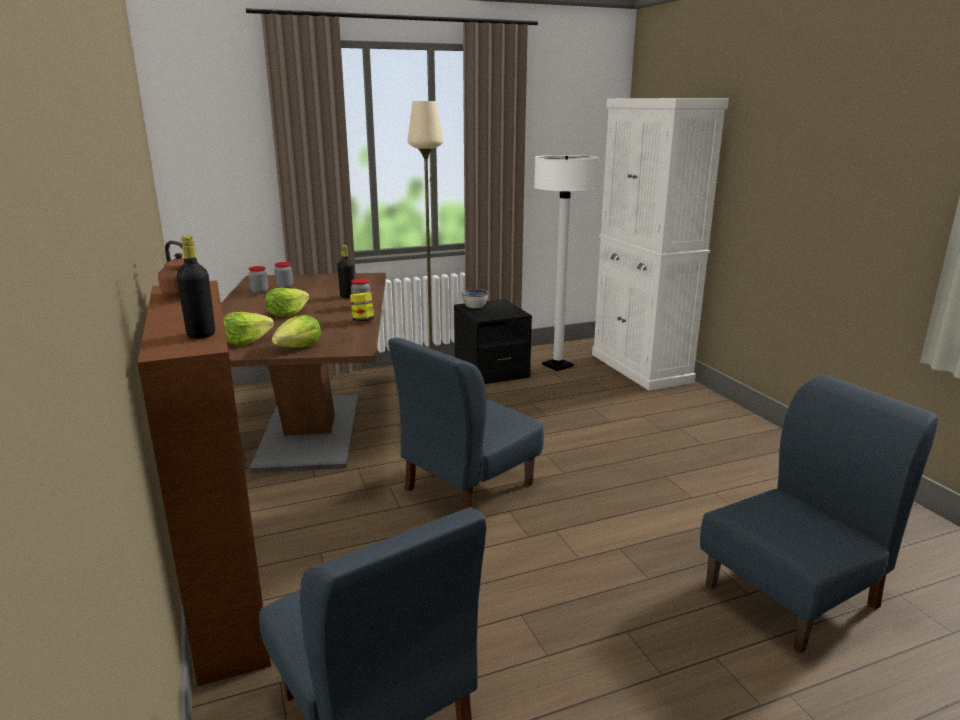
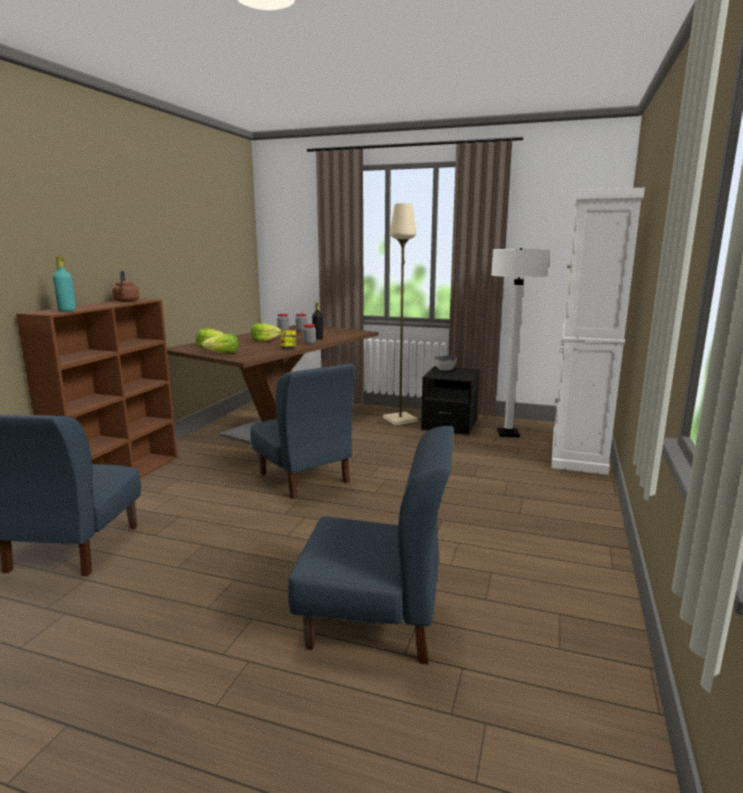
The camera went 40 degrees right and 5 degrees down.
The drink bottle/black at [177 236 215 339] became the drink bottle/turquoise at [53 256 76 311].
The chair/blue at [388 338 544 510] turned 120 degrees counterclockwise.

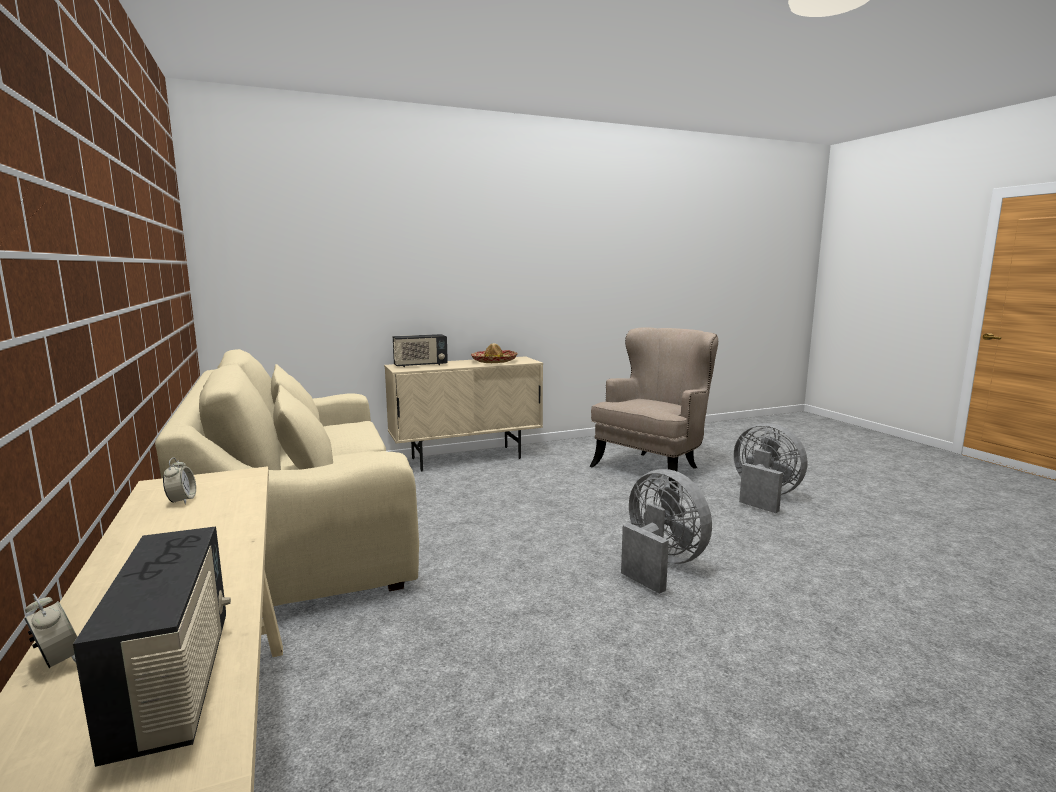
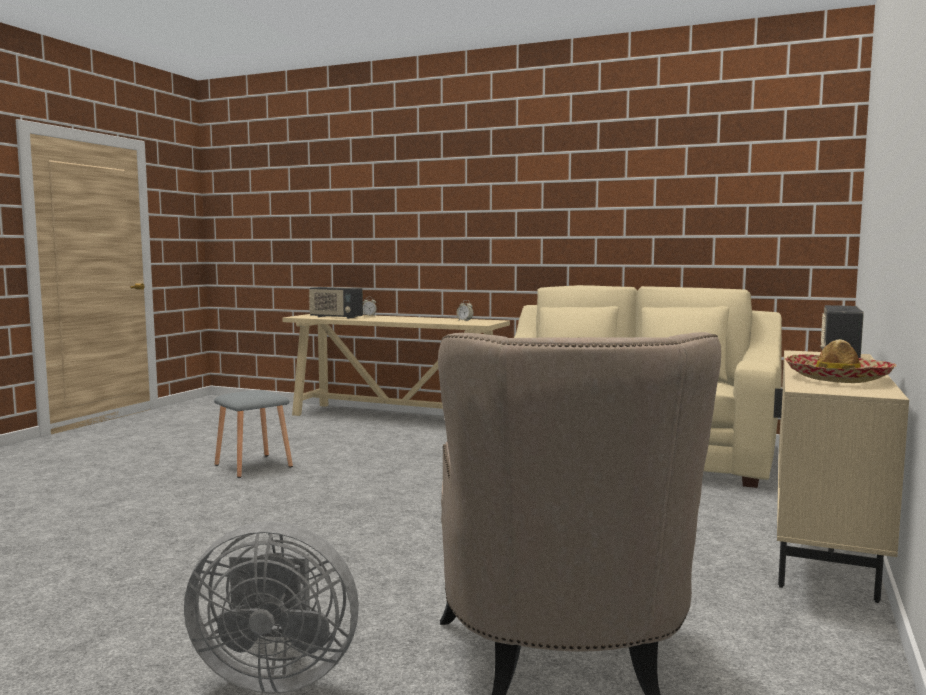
The camera went 135 degrees right and 5 degrees down.
The cooling fan/grey at [621 469 712 594] disappeared.
The stool seat/grey at [214 390 293 478] appeared.

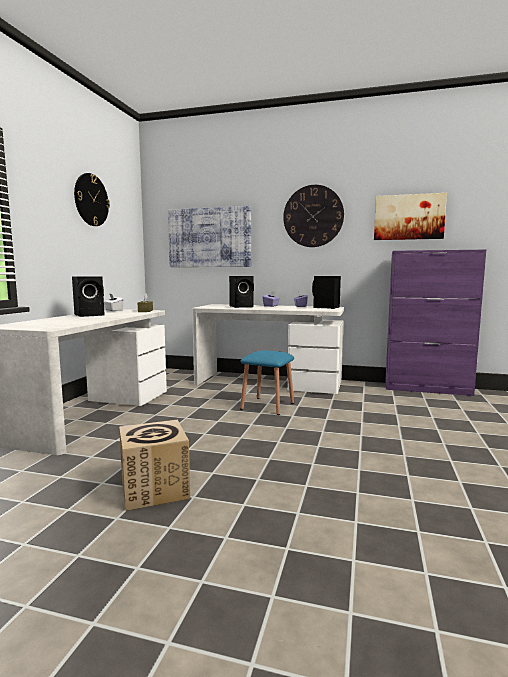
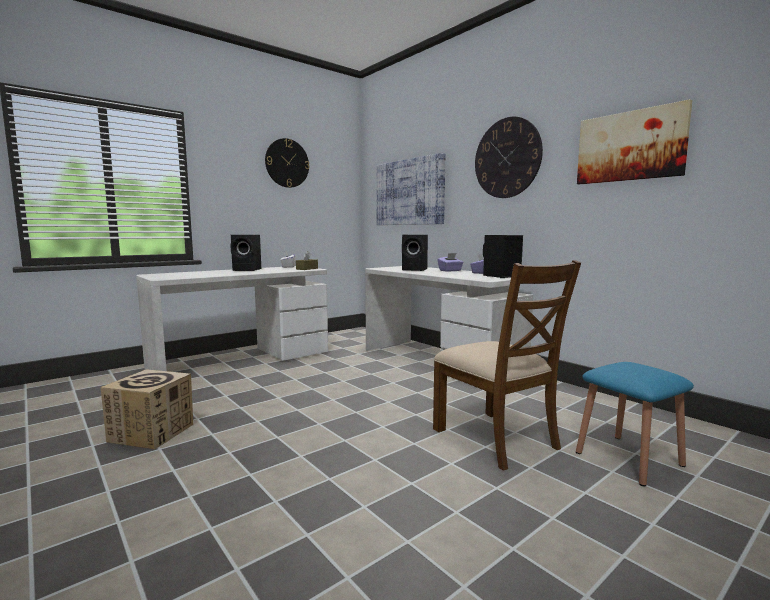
The camera went 35 degrees right and 0 degrees up.
The storage cabinet/purplish at [385 250 486 396] disappeared.
The chair/brown at [433 260 581 471] appeared.
The stool seat/blue moved from [240 350 294 415] to [576 362 694 486].

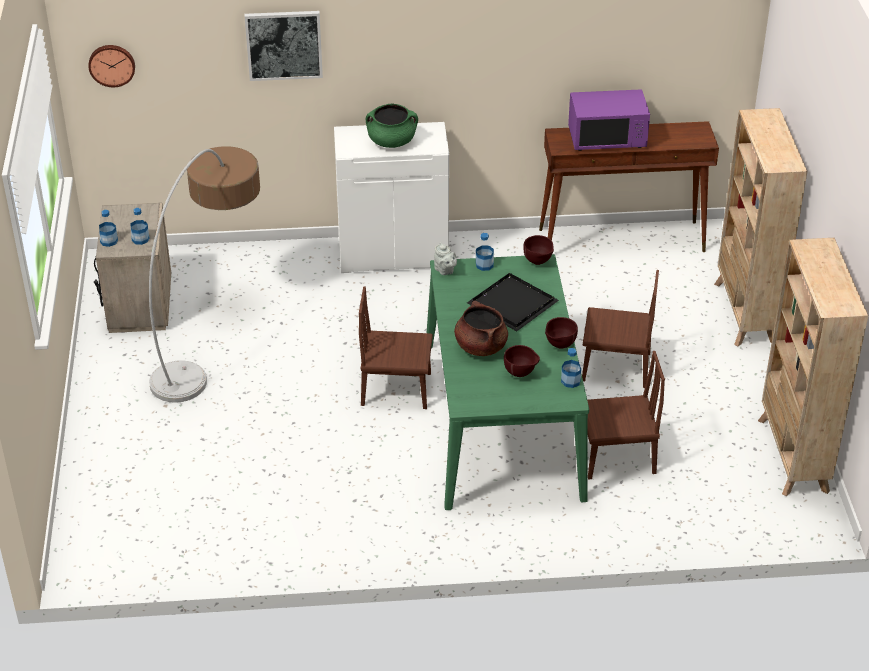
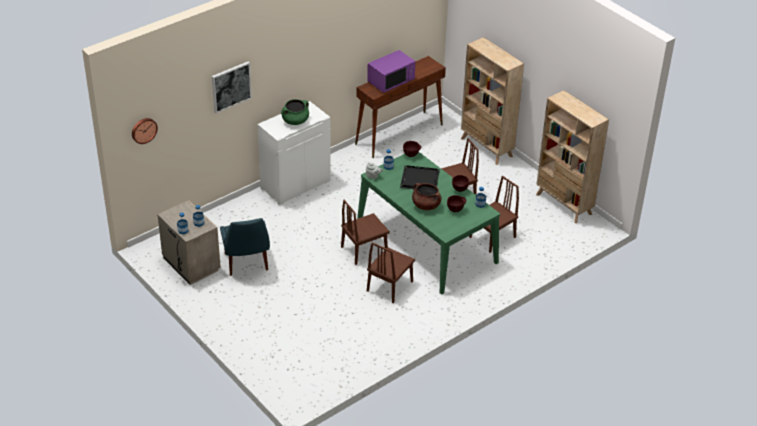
The camera went 35 degrees left and 0 degrees up.
The chair/brown at [367 242 415 303] appeared.
The standing lamp at [149 146 260 403] was replaced by the chair/blue at [220 218 270 276].

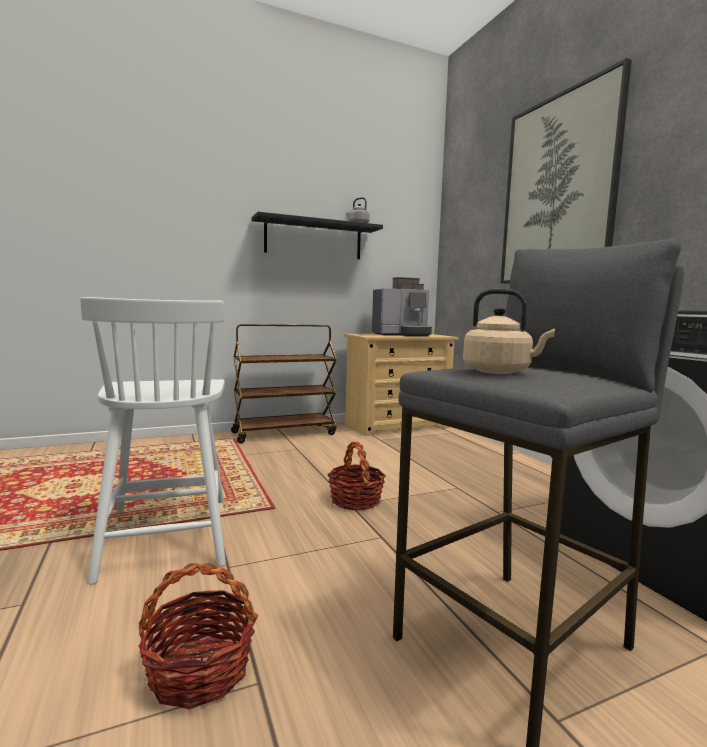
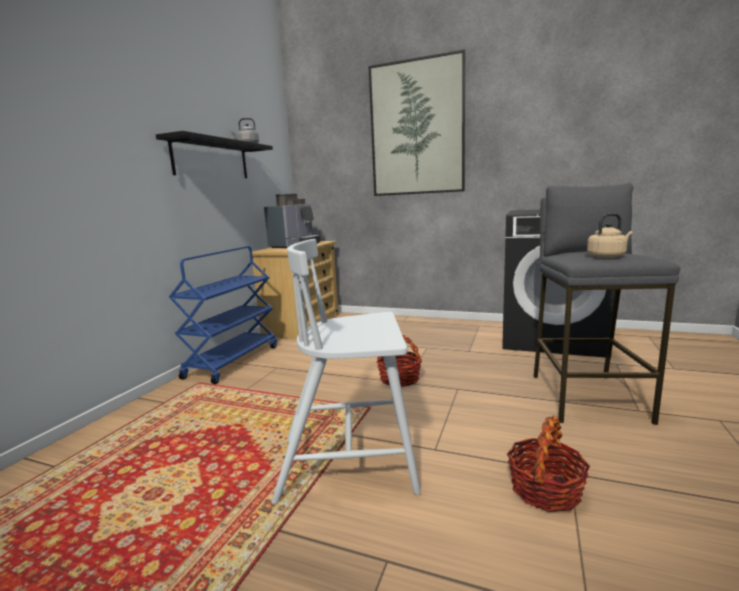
The camera went 45 degrees left and 5 degrees up.
The trolley/brown at [231 324 337 444] became the trolley/blue at [169 246 277 384].
The chair/whitish at [80 297 226 585] turned 150 degrees clockwise.

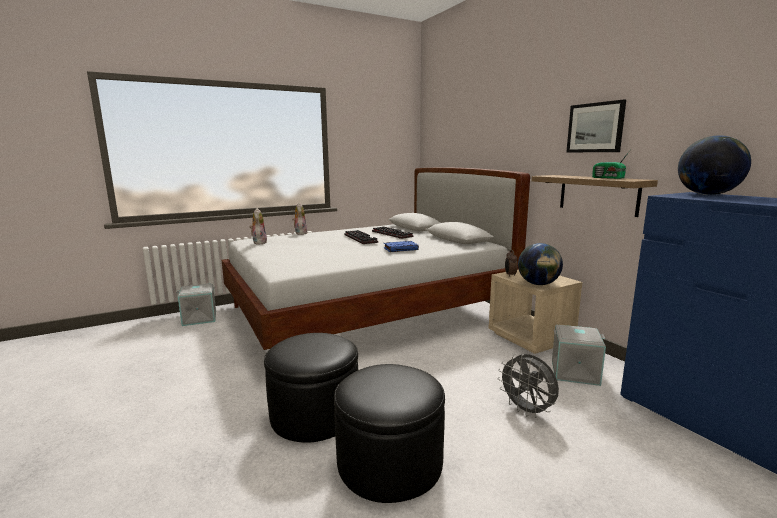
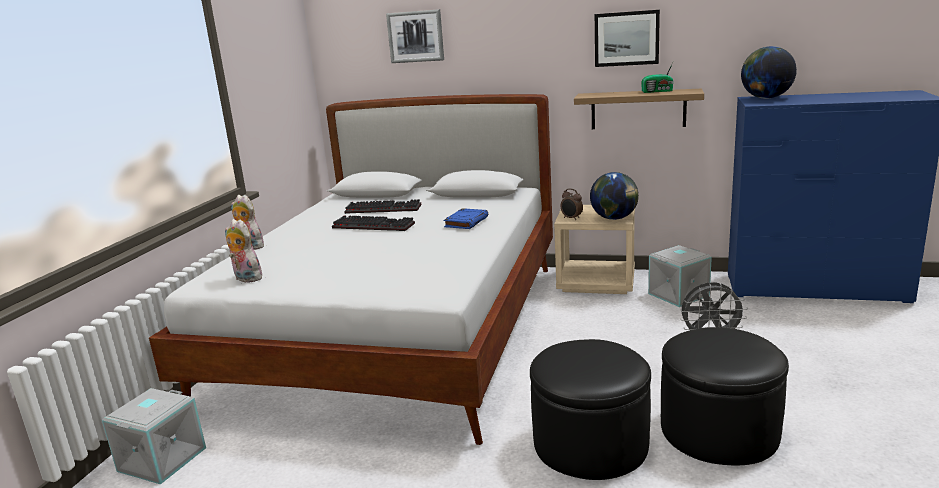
The camera went 45 degrees left and 5 degrees up.
The wall picture at [386 9 444 63] appeared.

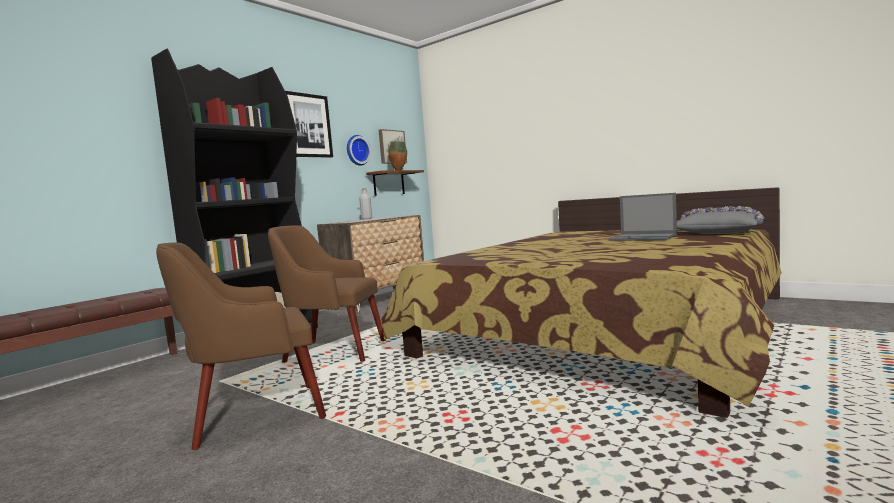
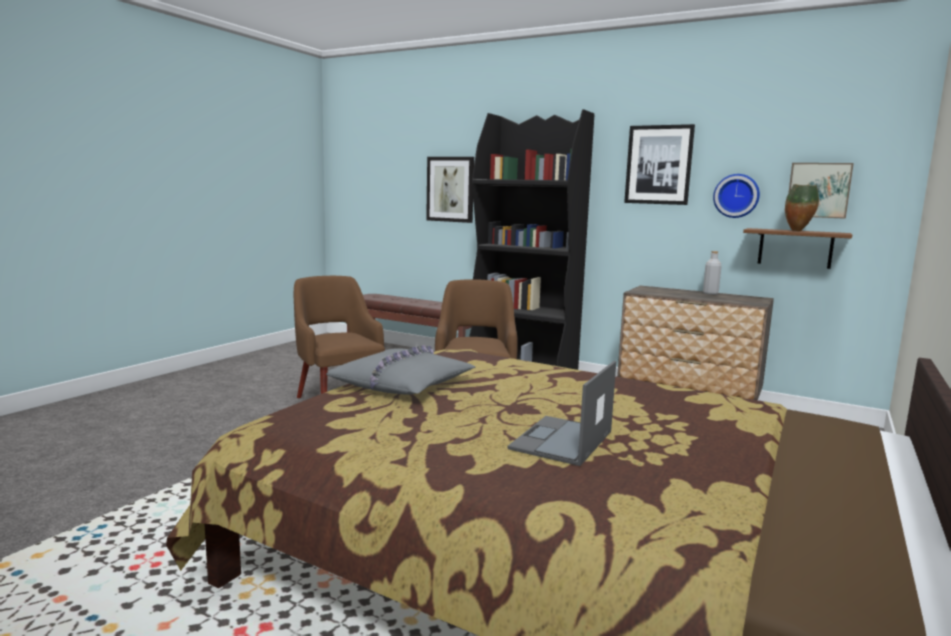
The camera went 80 degrees right and 5 degrees up.
The wall picture at [426 157 474 223] appeared.
The cushion/grey moved from [677 206 765 233] to [326 345 475 395].

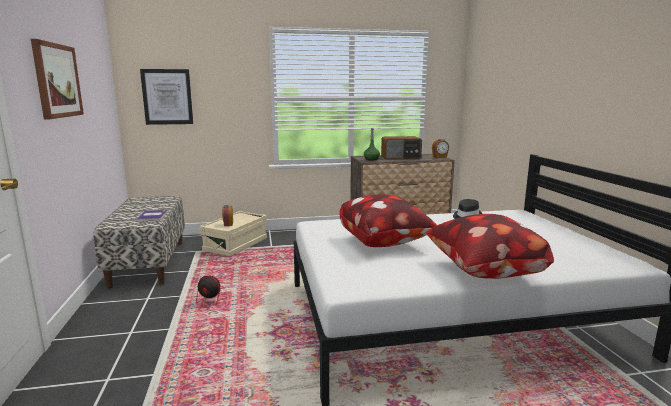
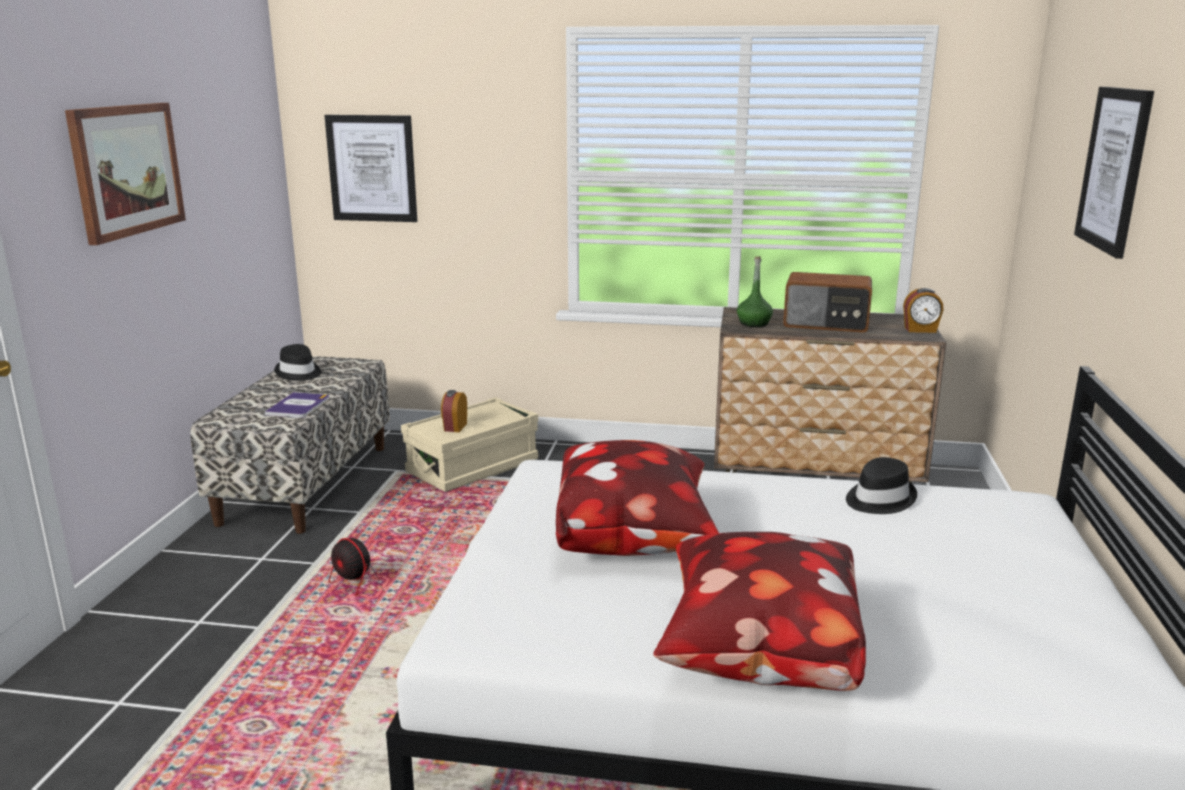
The camera went 20 degrees right and 5 degrees up.
The clothing hat/black at [274 344 322 381] appeared.
The wall picture at [1074 87 1154 259] appeared.

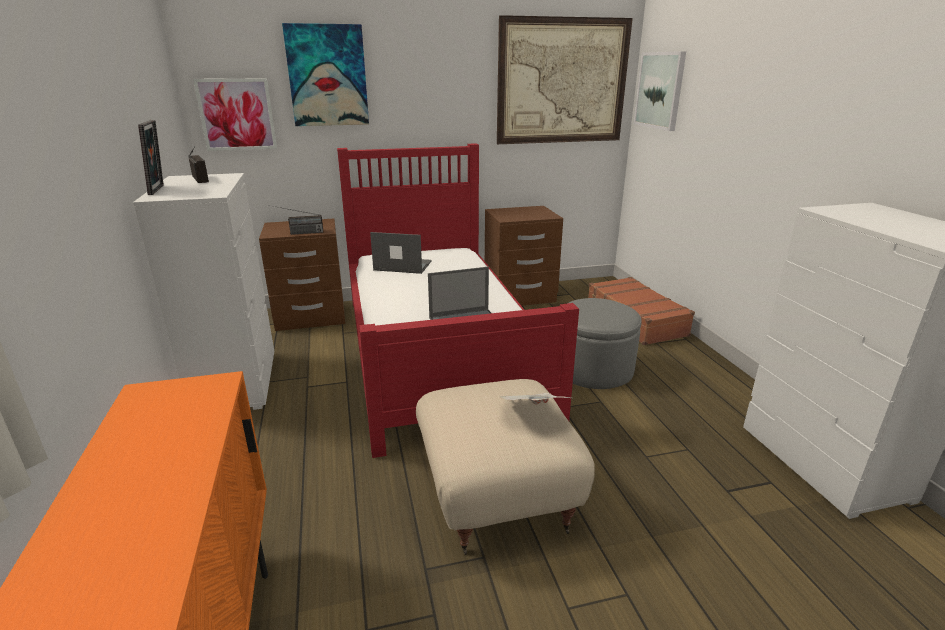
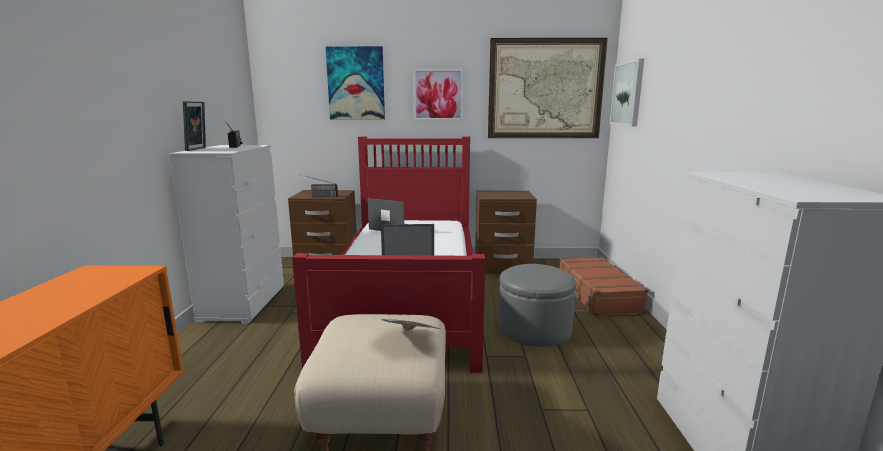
The camera went 15 degrees right and 10 degrees down.
The wall picture moved from [193 78 277 151] to [413 69 464 120].

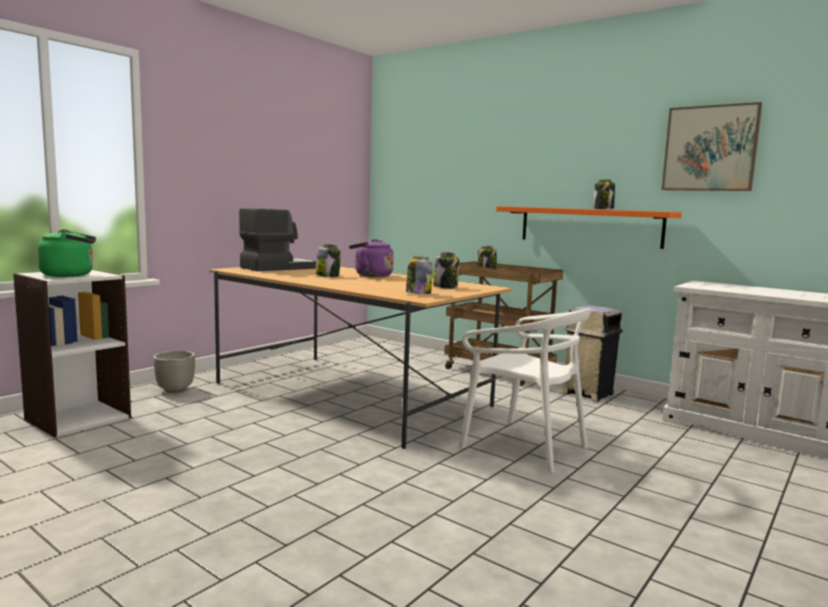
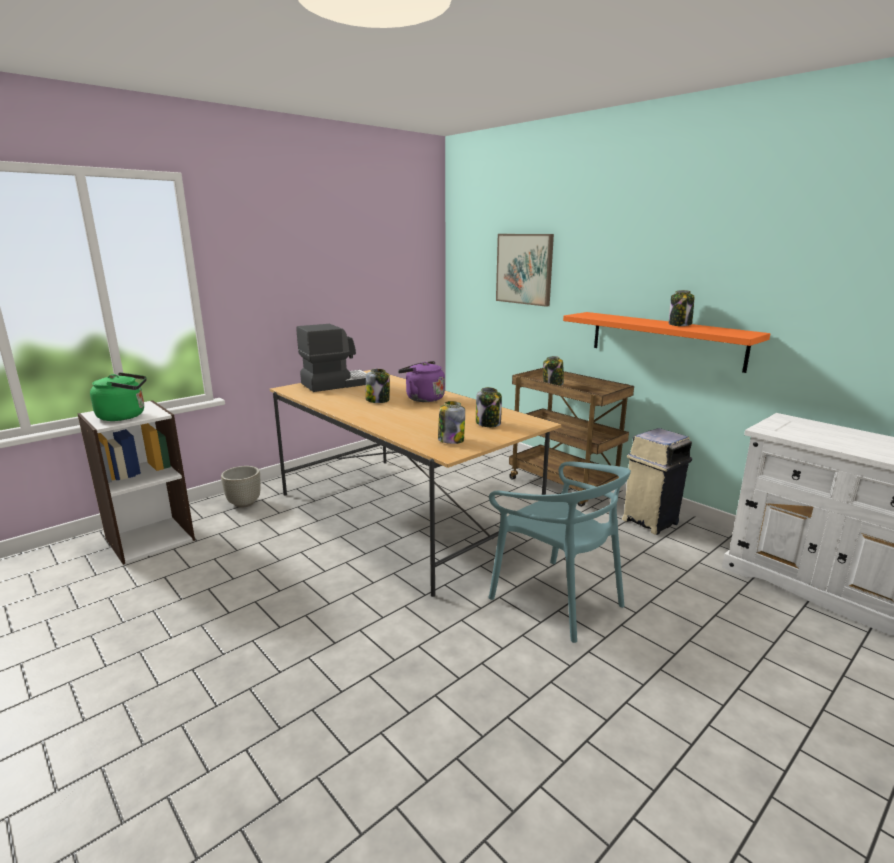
The camera went 10 degrees right and 10 degrees up.
The wall picture moved from [662 102 762 191] to [496 234 554 307].
The chair/whitish at [459 308 592 473] became the chair/turquoise at [488 462 631 643].

